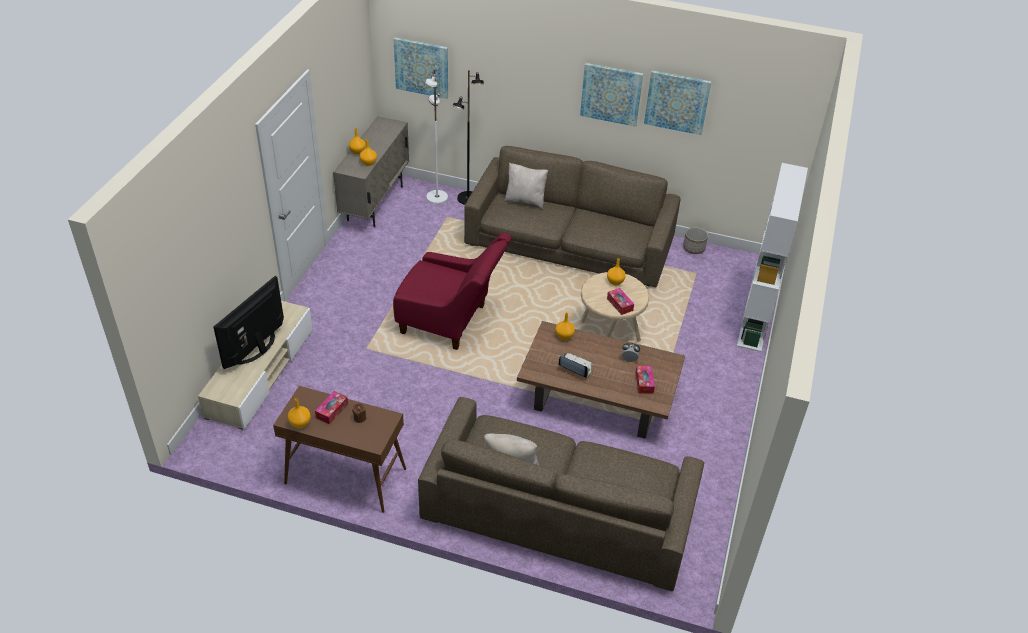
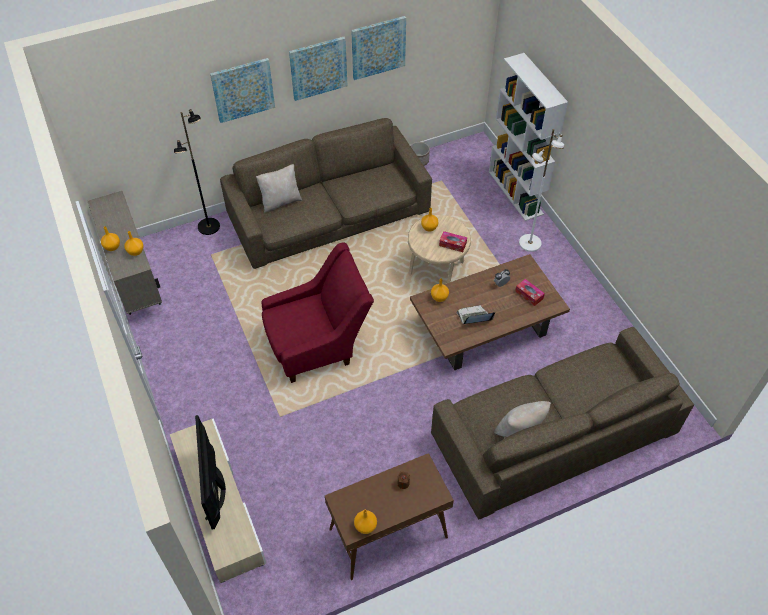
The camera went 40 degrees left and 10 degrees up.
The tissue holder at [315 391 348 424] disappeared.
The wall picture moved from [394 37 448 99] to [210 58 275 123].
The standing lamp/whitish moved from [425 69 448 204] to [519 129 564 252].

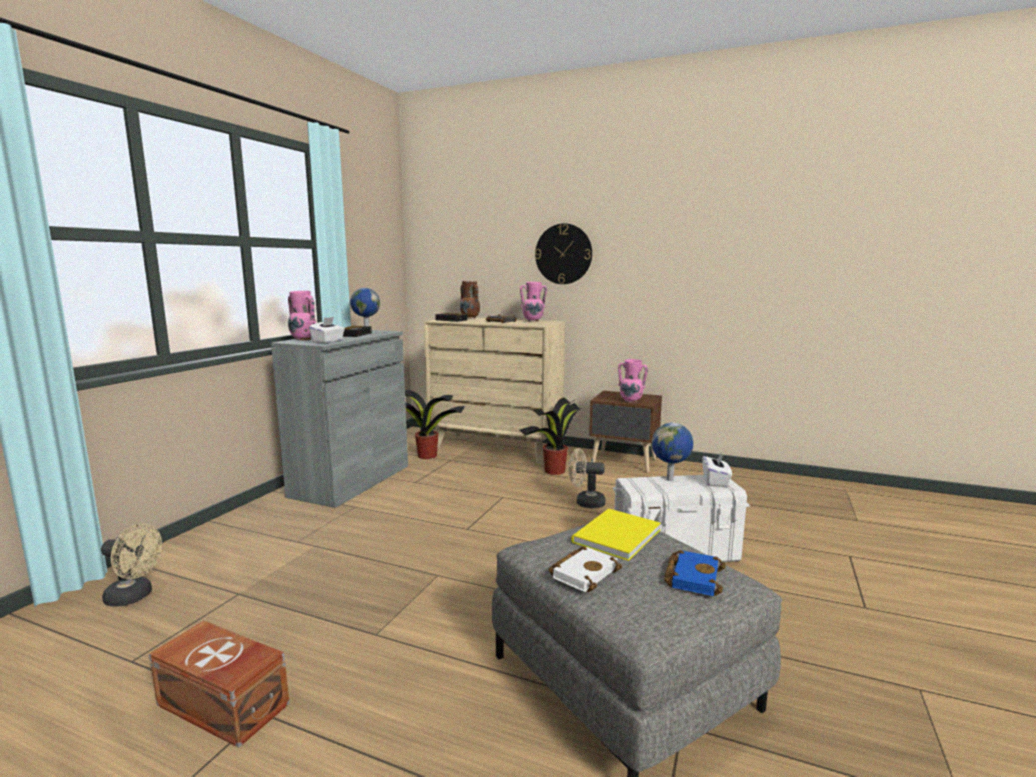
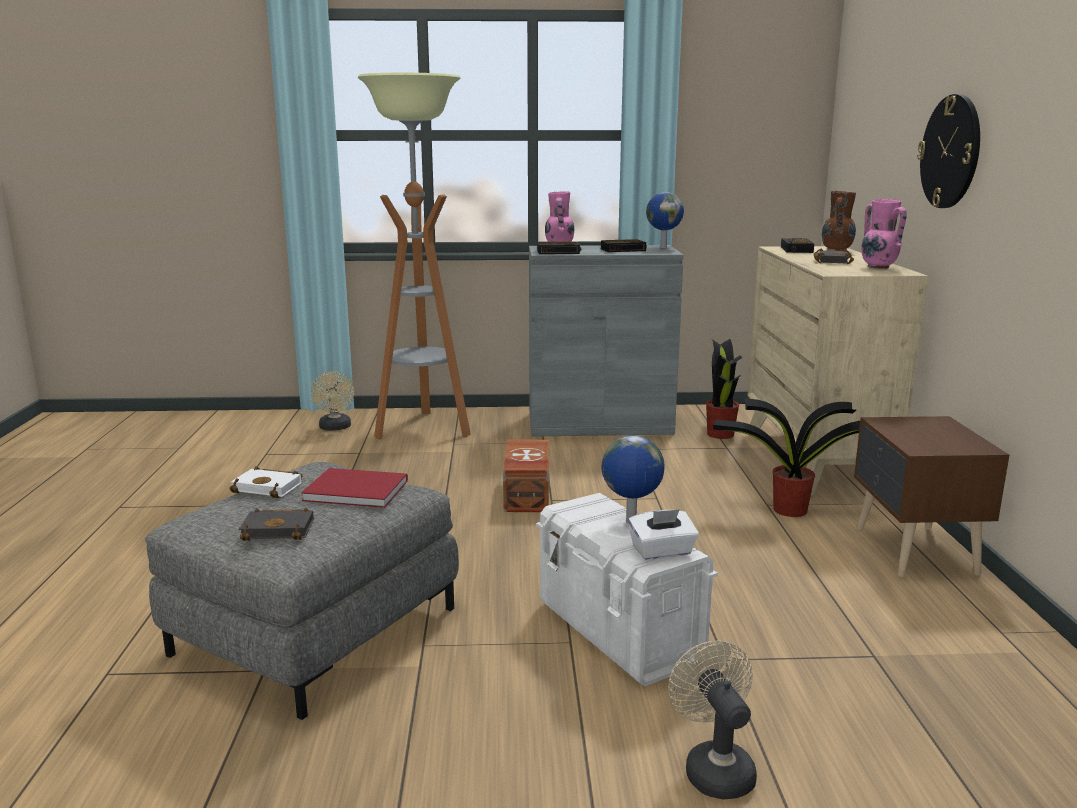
The camera went 65 degrees right and 5 degrees up.
The decorative vase/pinkish at [618 359 648 403] disappeared.
The standing lamp at [357 73 471 439] appeared.
The storage bin/brown moved from [149 621 289 748] to [503 440 549 512].
The cooling fan/beige-coloured moved from [568 448 605 508] to [668 641 757 800].
The tissue holder/whitish at [309 317 345 343] was replaced by the bedside clock at [537 242 581 254].
The bound book/yellow at [571 509 661 561] became the bound book/reddish at [301 468 408 508].
The bound book/blue at [664 550 726 596] became the bound book/black at [239 507 314 541].

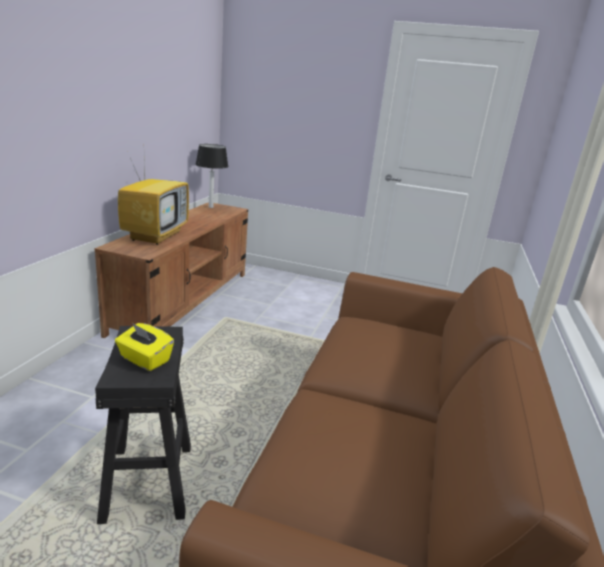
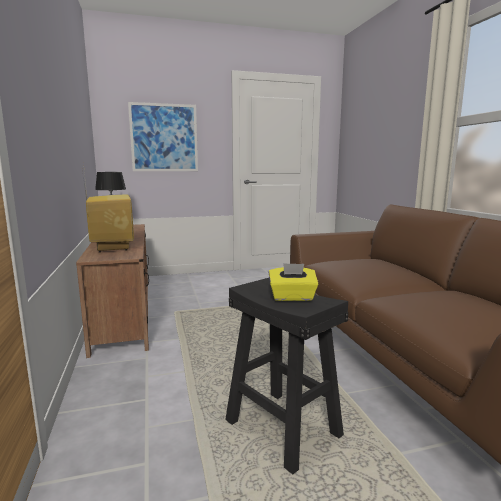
The camera went 30 degrees left and 10 degrees down.
The wall picture at [128 102 198 171] appeared.

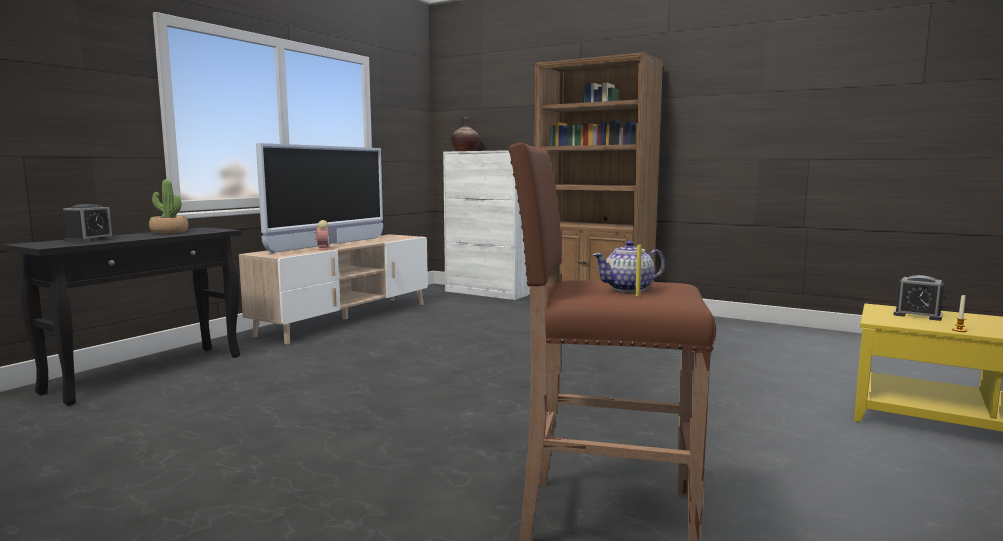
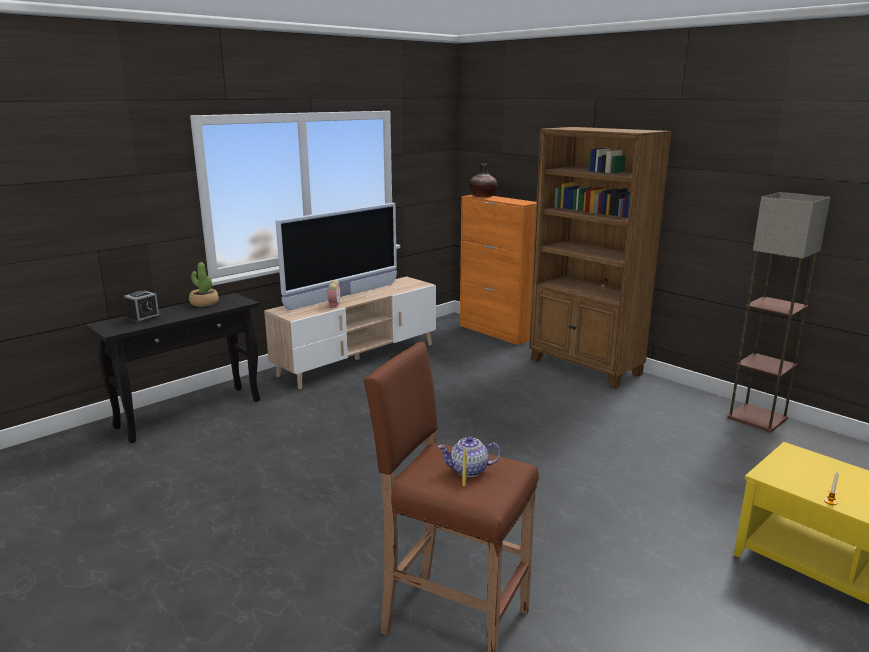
The camera went 15 degrees right and 10 degrees up.
The bedside clock at [893 275 944 321] disappeared.
The standing lamp at [727 192 831 433] appeared.
The storage cabinet/whitish at [443 150 528 300] became the storage cabinet/orangey at [460 195 536 345].

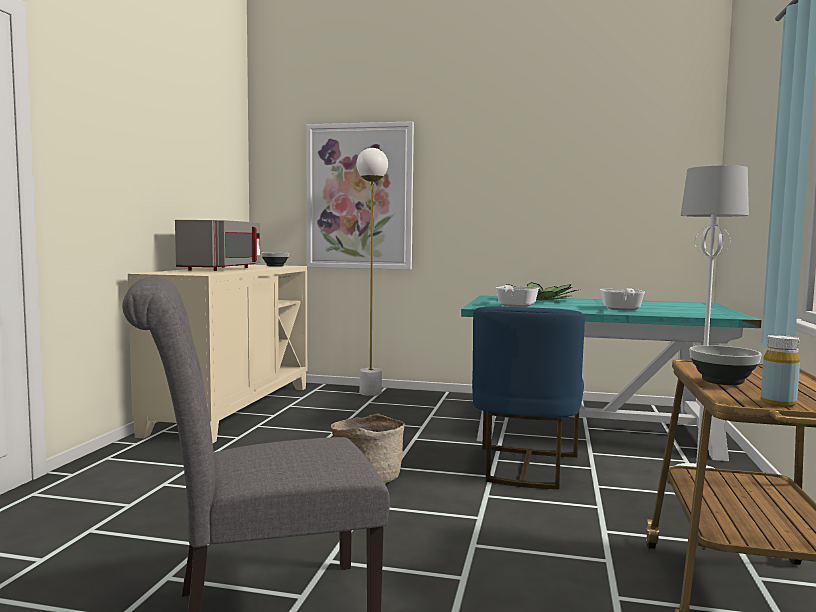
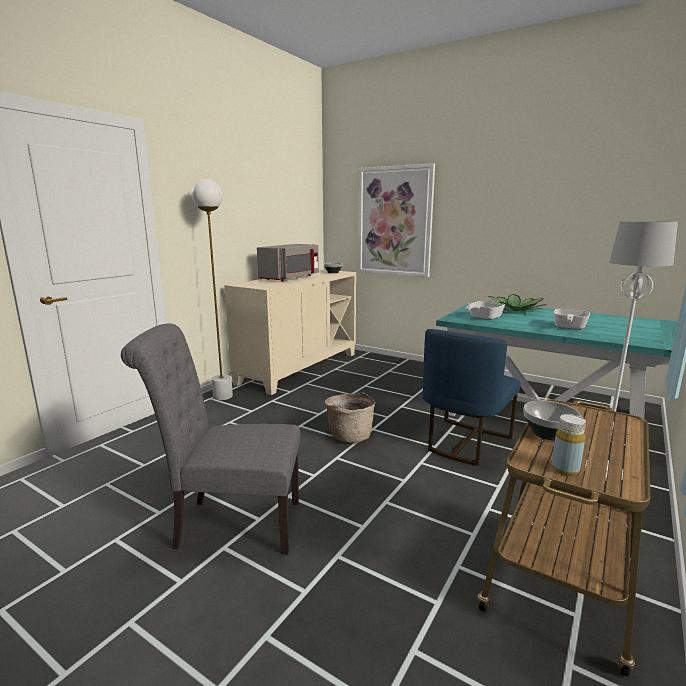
The camera went 20 degrees right and 10 degrees up.
The standing lamp/whitish moved from [356 148 388 396] to [192 179 233 400].

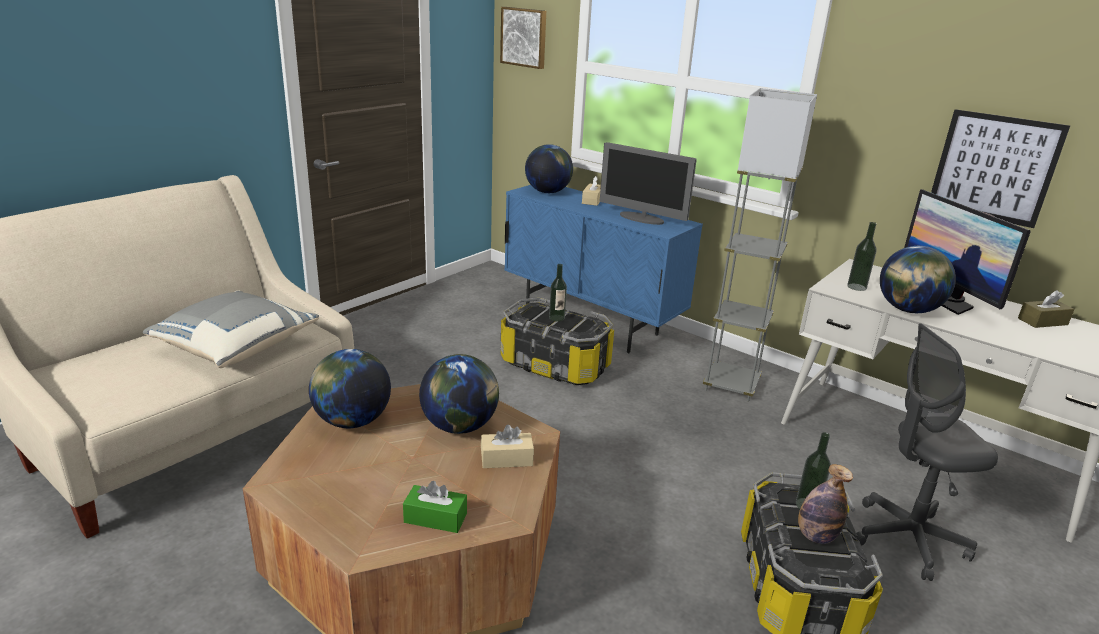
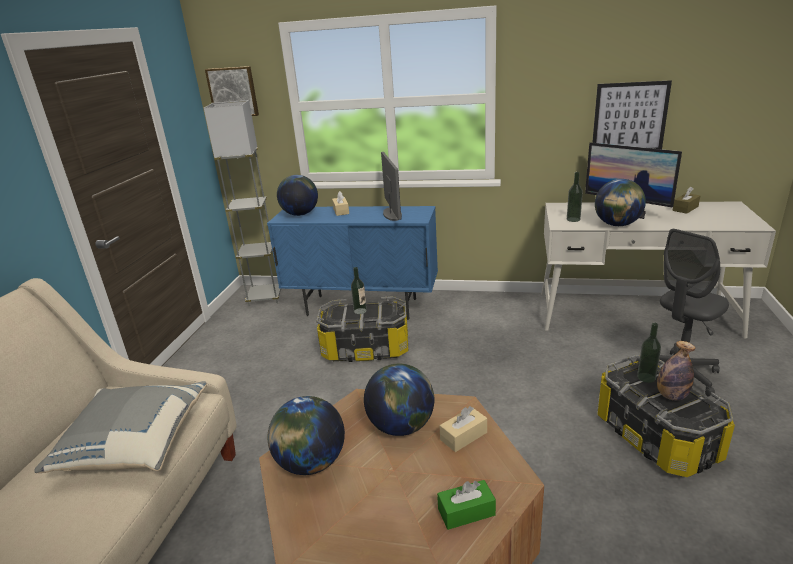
The camera went 25 degrees left and 0 degrees up.
The standing lamp/grey moved from [703 88 817 401] to [204 100 281 306].
The computer display at [599 142 697 225] turned 105 degrees counterclockwise.

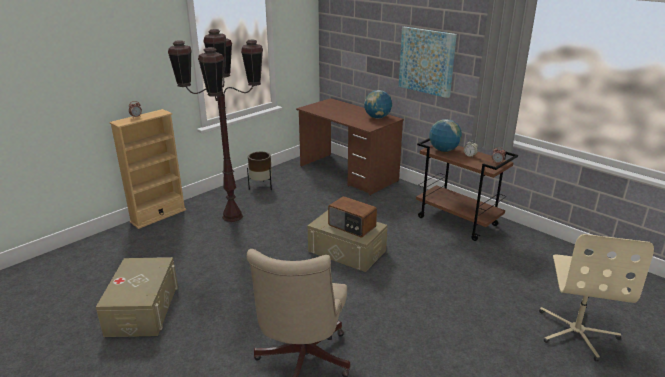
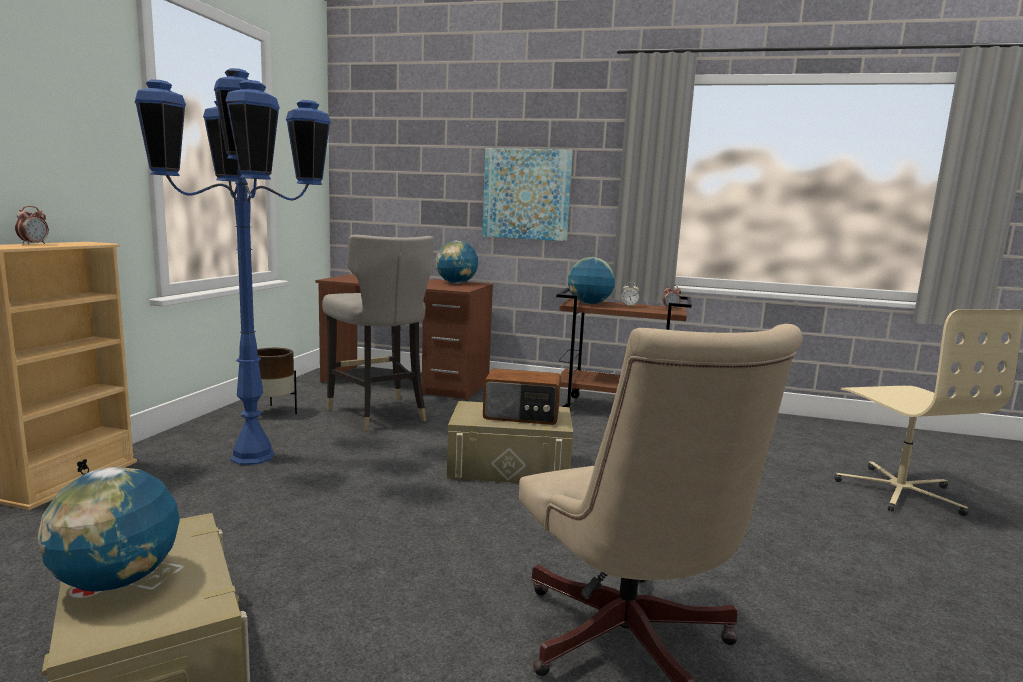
The camera went 30 degrees left and 15 degrees down.
The world globe at [38 467 180 592] appeared.
The stool seat/grey at [322 235 434 431] appeared.
The standing lamp/brown at [168 29 263 222] became the standing lamp/blue at [135 68 331 465].

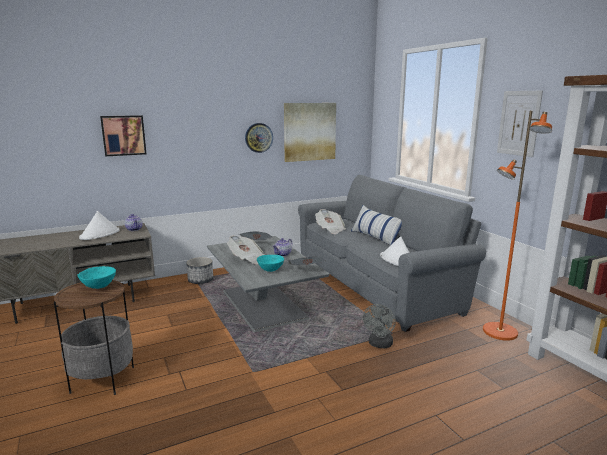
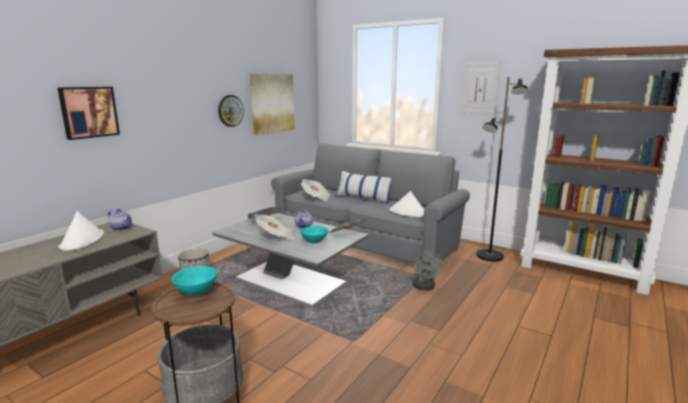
The camera went 30 degrees left and 0 degrees up.
The standing lamp/orangey at [483 111 552 341] became the standing lamp/black at [476 77 528 261].

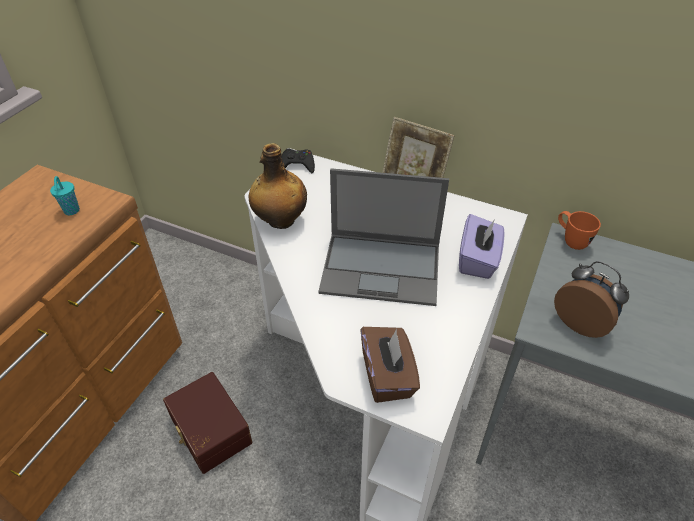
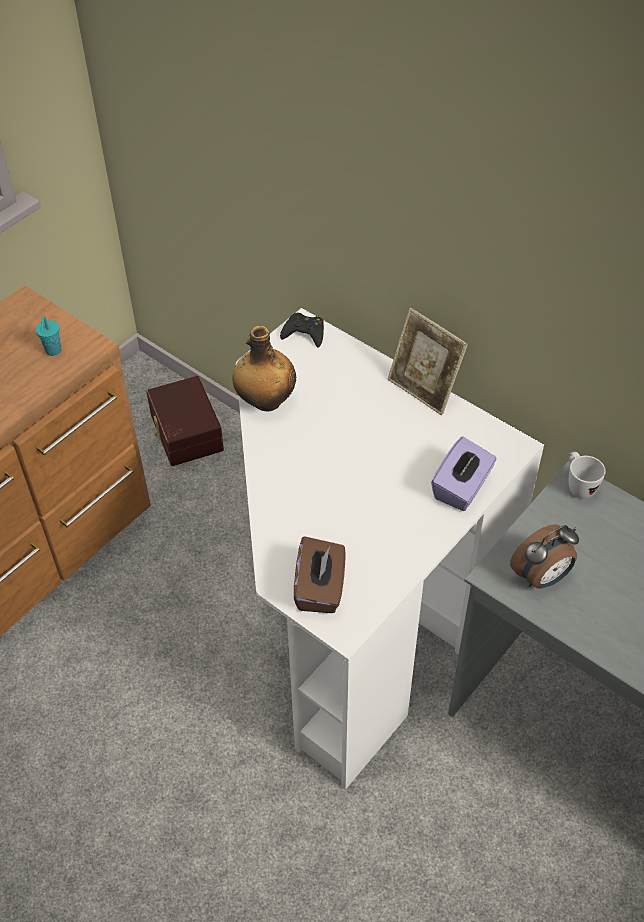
The camera went 15 degrees right and 5 degrees up.
The laptop at [318 168 449 306] disappeared.
The storage bin/brown moved from [163 372 252 474] to [146 376 224 466].
The tea mug/orangey at [558 211 601 250] became the tea mug/whitish at [568 452 606 498].
The bedside clock at [554 261 629 338] turned 90 degrees clockwise.

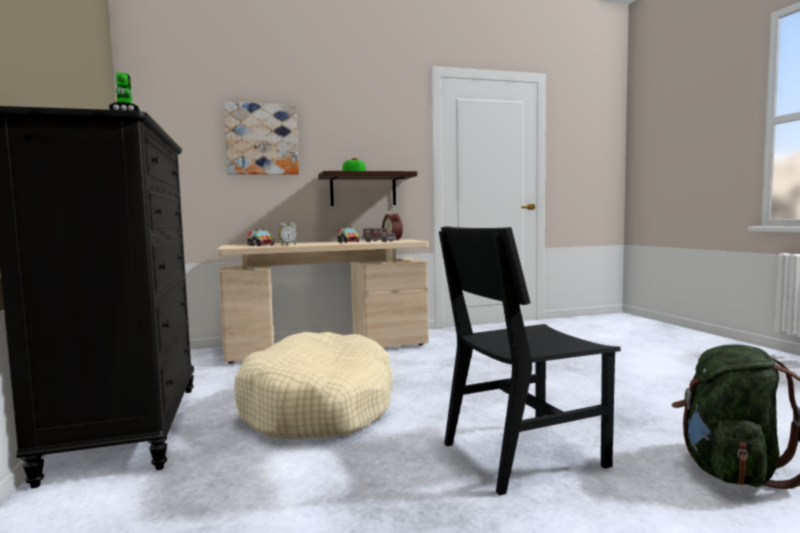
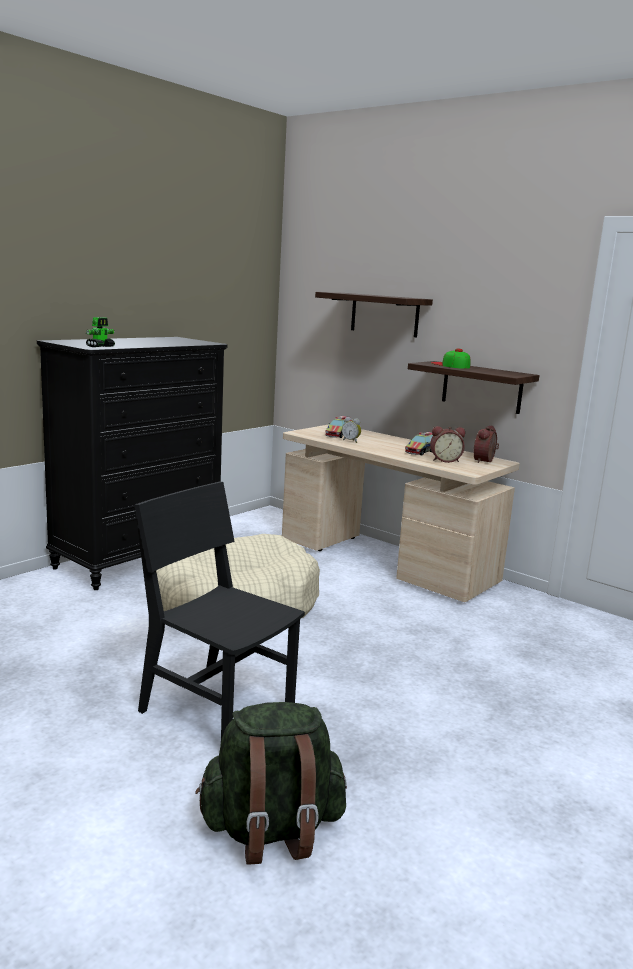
The camera went 55 degrees right and 10 degrees up.
The wall picture at [224 102 299 175] was replaced by the bracket shelf at [315 292 433 338].
The toy truck at [361 228 397 242] was replaced by the bedside clock at [430 426 465 463].

